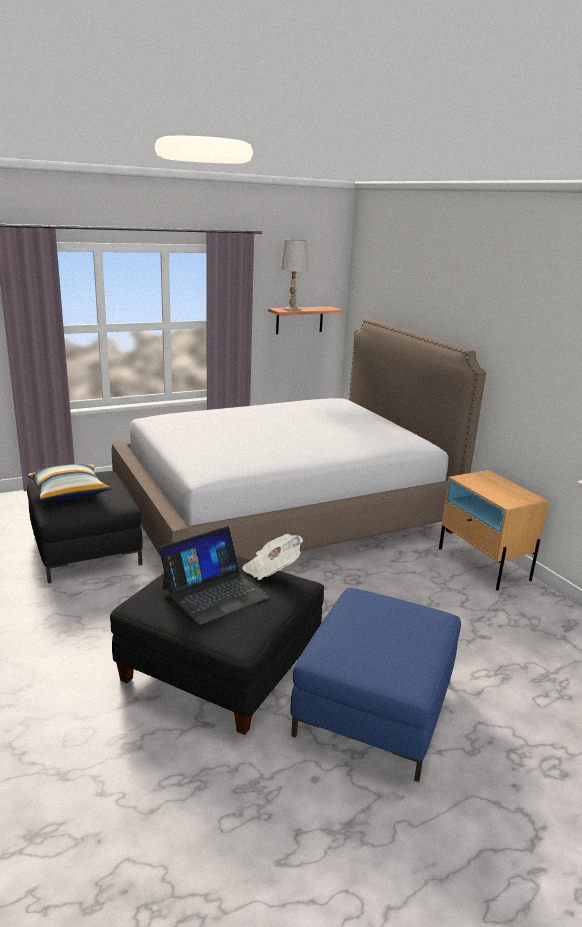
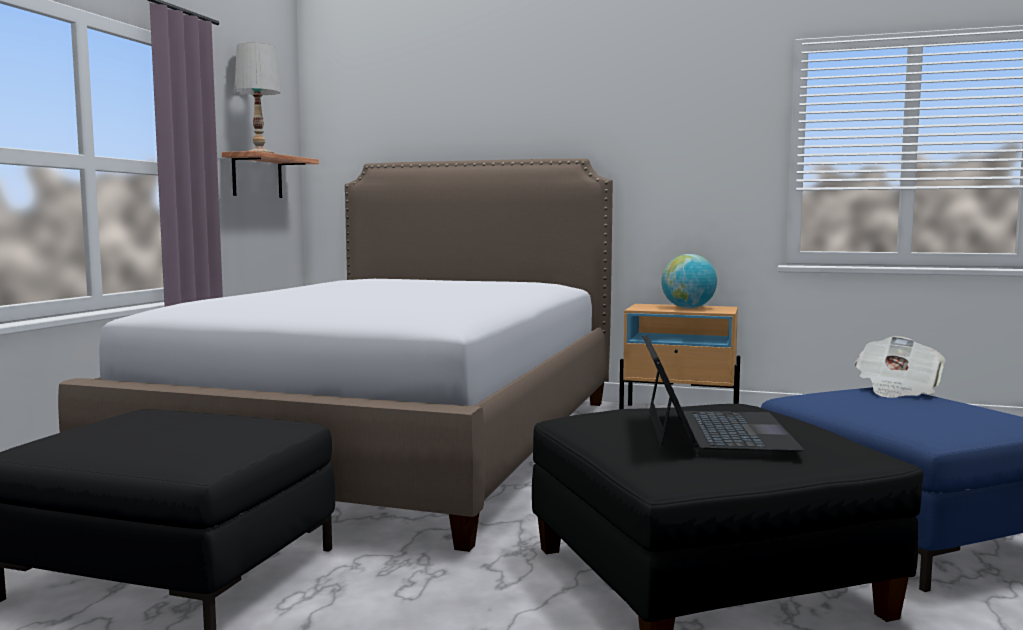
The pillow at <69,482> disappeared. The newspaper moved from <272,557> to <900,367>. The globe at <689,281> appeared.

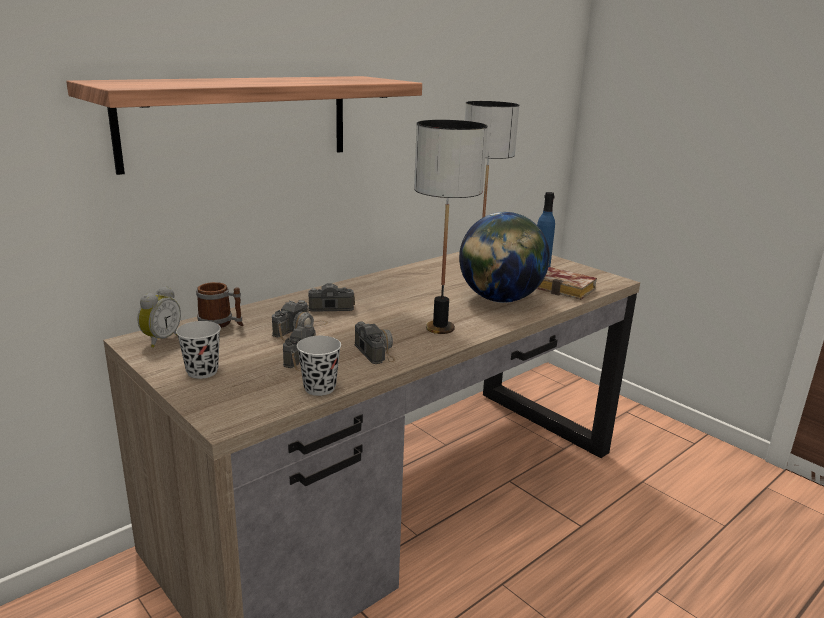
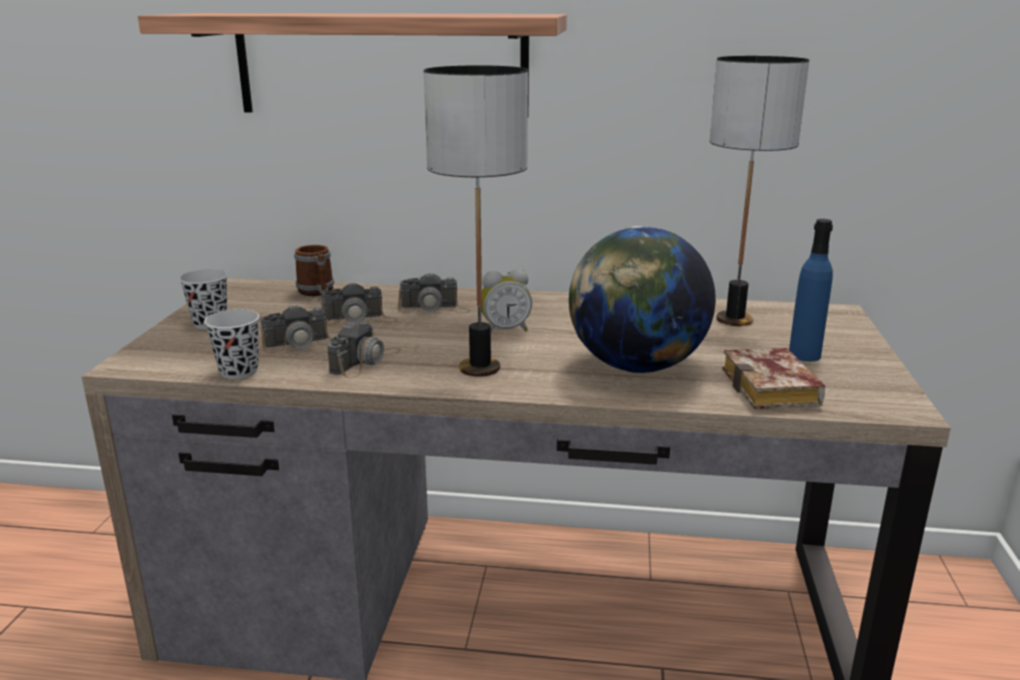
The alarm clock moved from <159,317> to <506,300>. The photo camera at <330,297> turned 135 degrees clockwise.

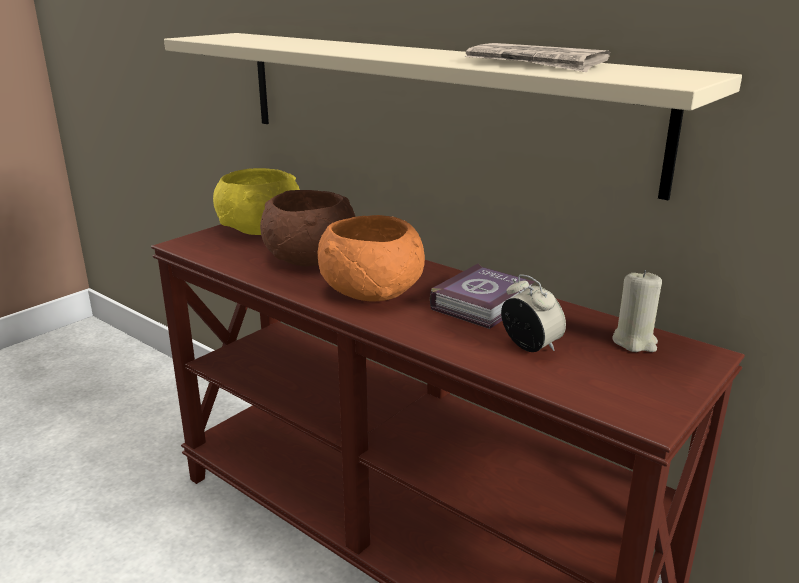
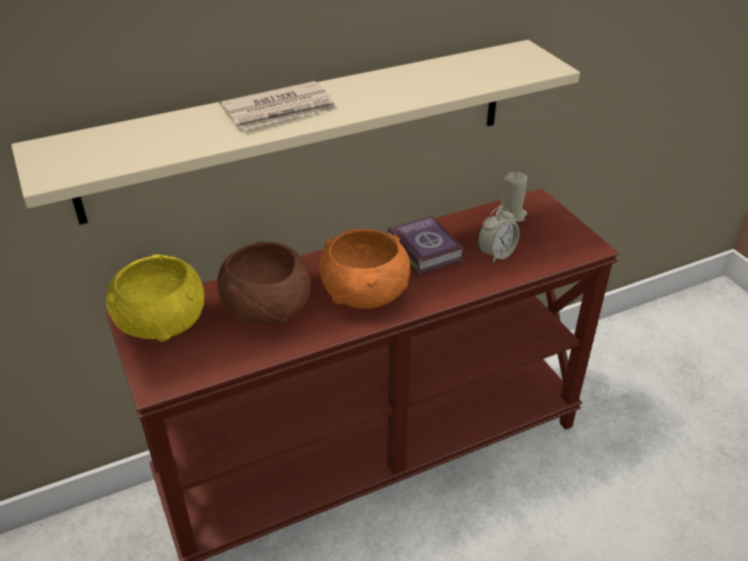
The newspaper moved from <537,57> to <278,105>. The alarm clock at <533,313> turned 150 degrees clockwise.

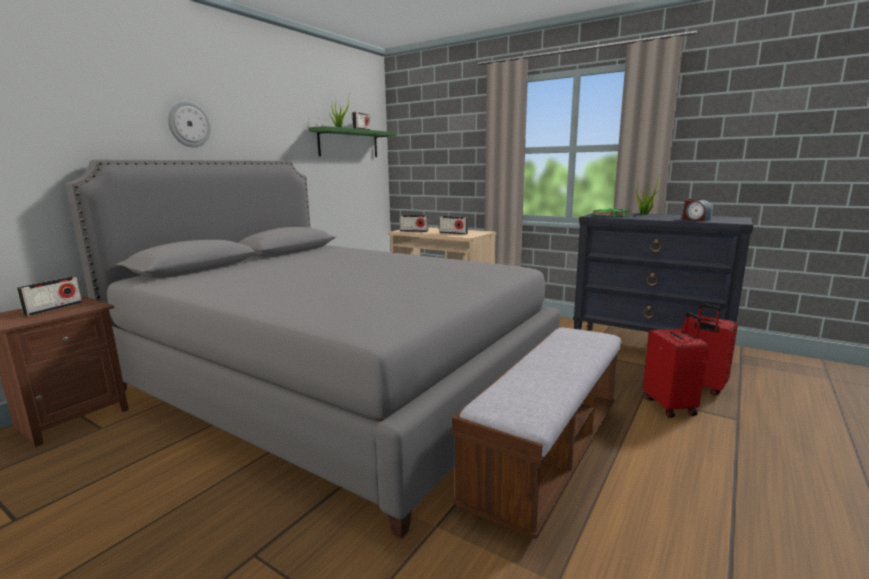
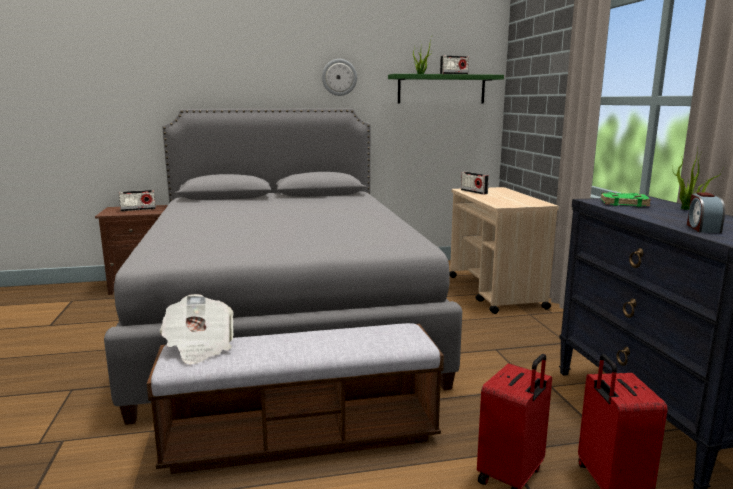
The wall clock moved from <189,124> to <339,77>. The radio at <453,225> disappeared. The newspaper at <197,329> appeared.

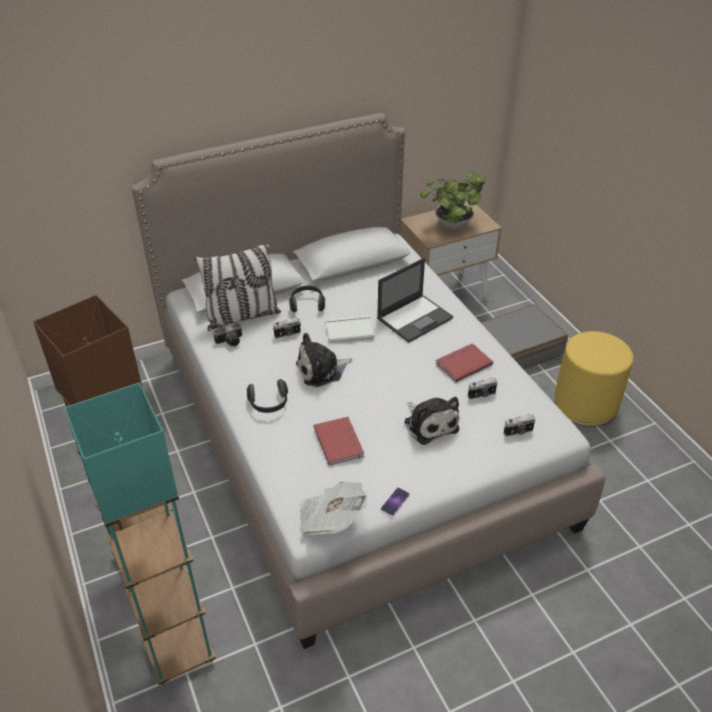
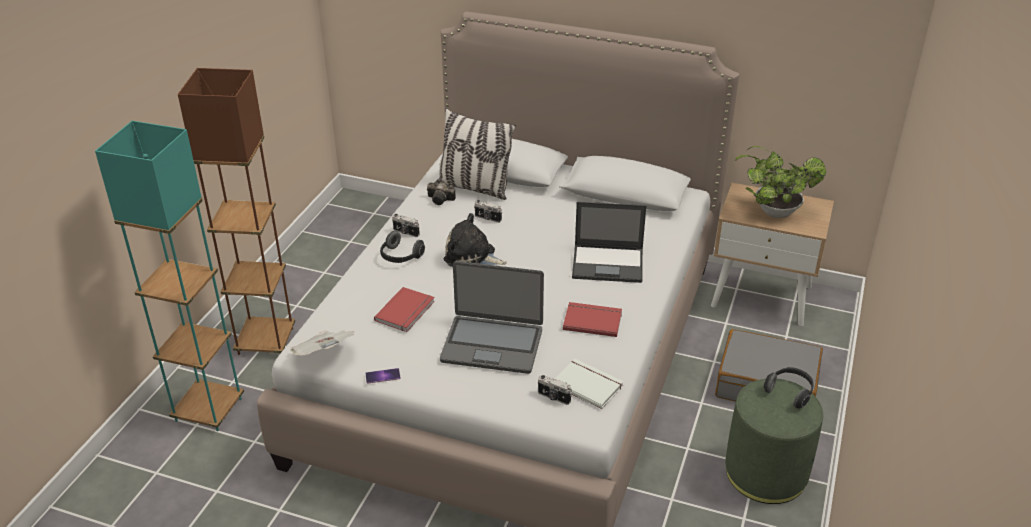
The headphones moved from <307,298> to <788,388>. The white book moved from <349,329> to <589,384>. The plush toy at <431,421> was replaced by the laptop at <492,317>. The photo camera moved from <483,388> to <406,225>. The yellow ottoman at <594,379> became the green ottoman at <774,441>.

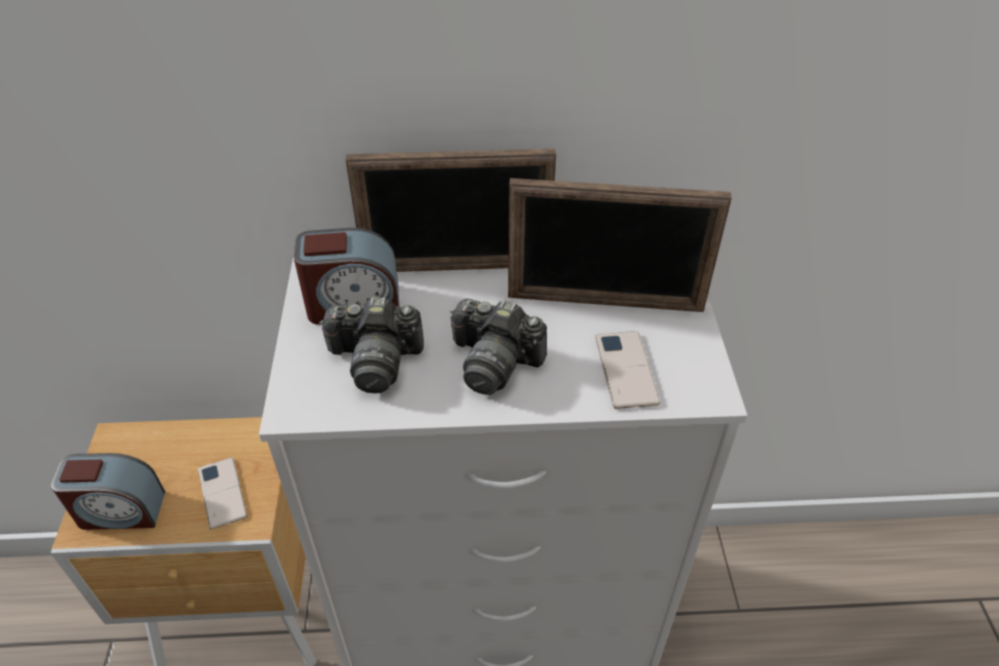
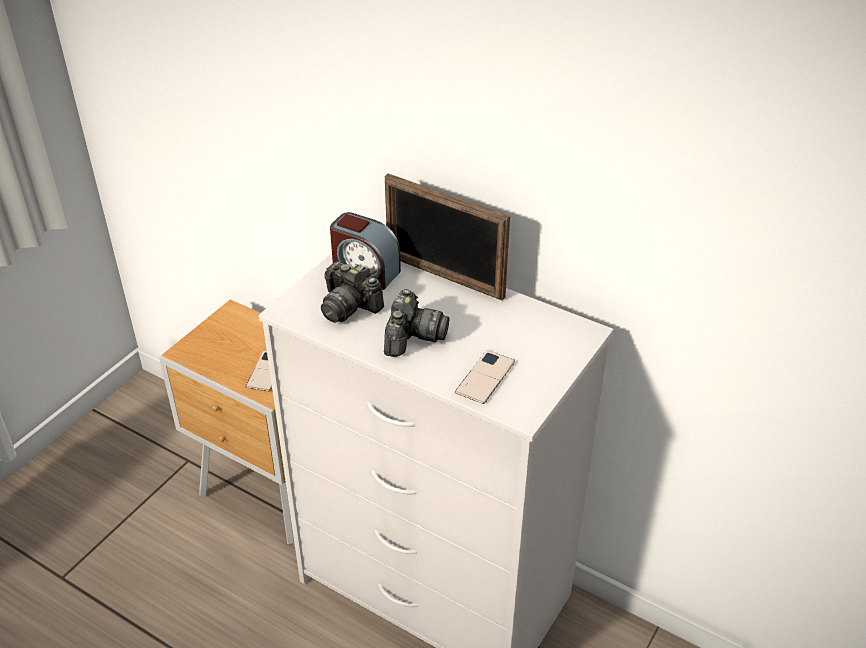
The alarm clock at <108,491> disappeared. The photo camera at <498,346> turned 135 degrees counterclockwise. The picture frame at <620,245> disappeared.

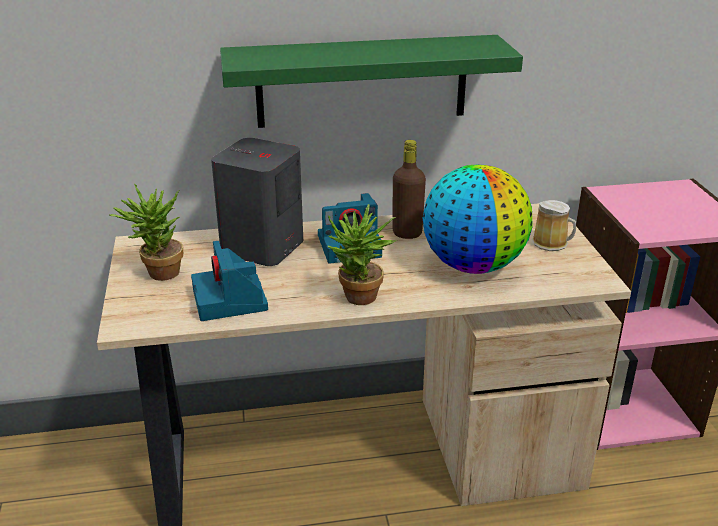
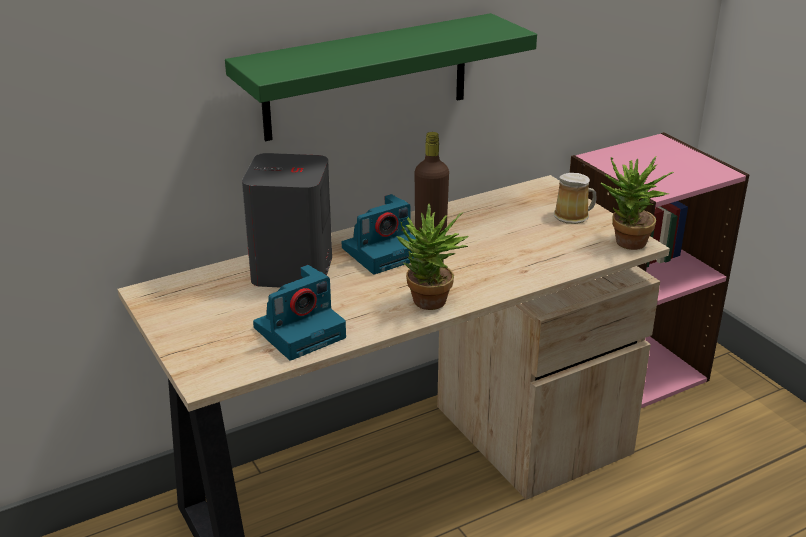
The potted plant moved from <146,232> to <637,203>. The photo camera at <229,281> turned 90 degrees counterclockwise. The globe at <477,219> disappeared.

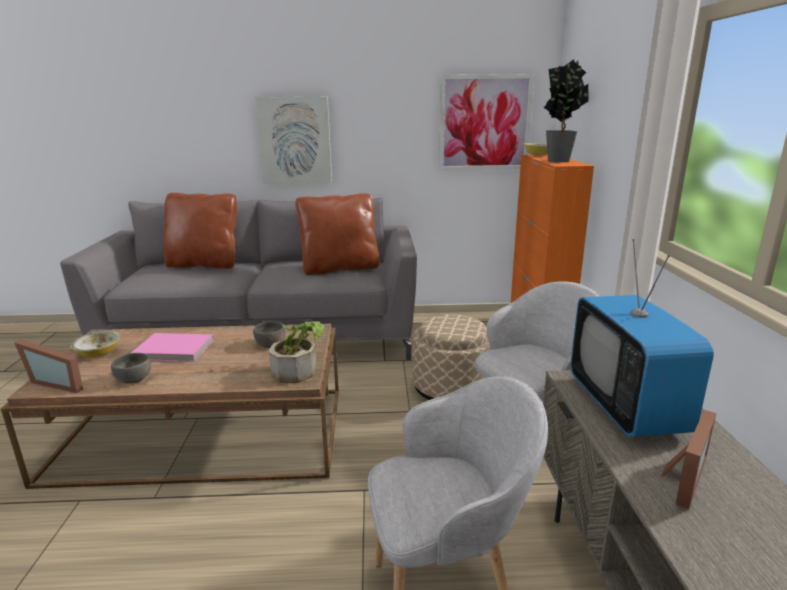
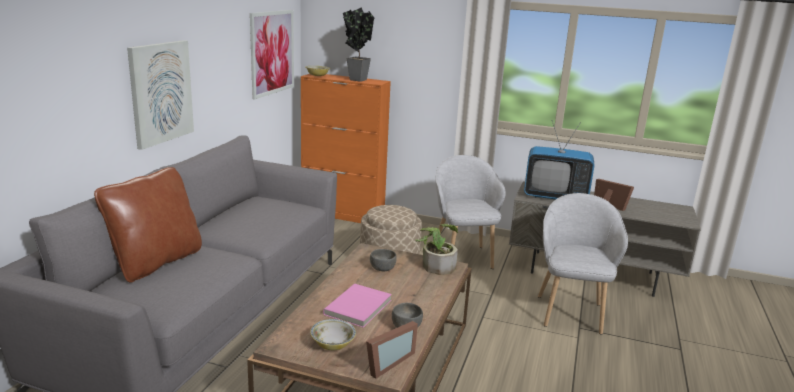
The brown pillow at <337,234> disappeared.

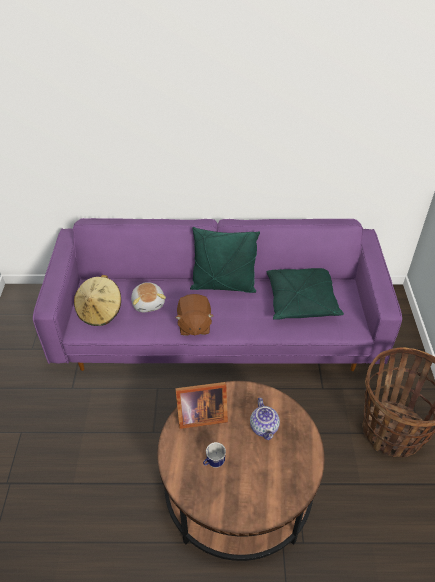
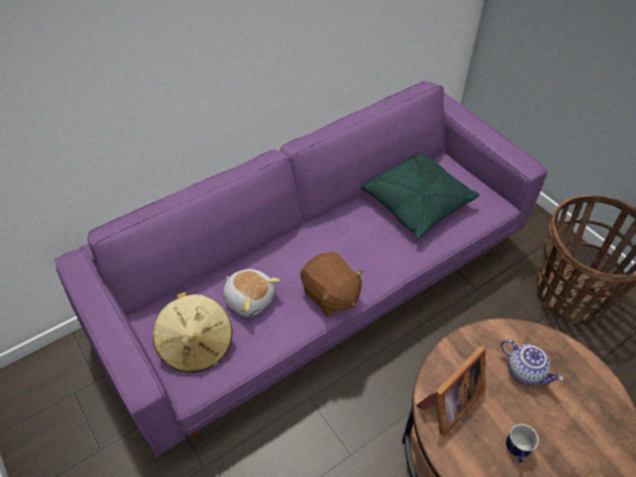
The green pillow at <225,260> disappeared.

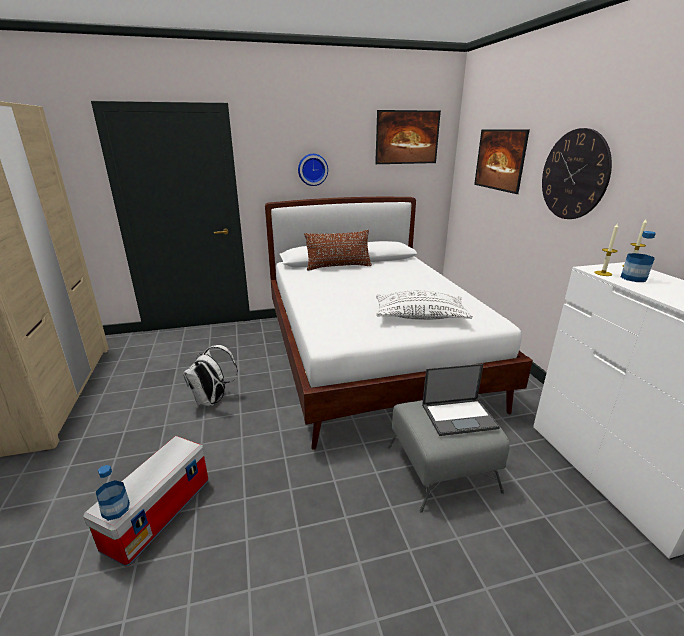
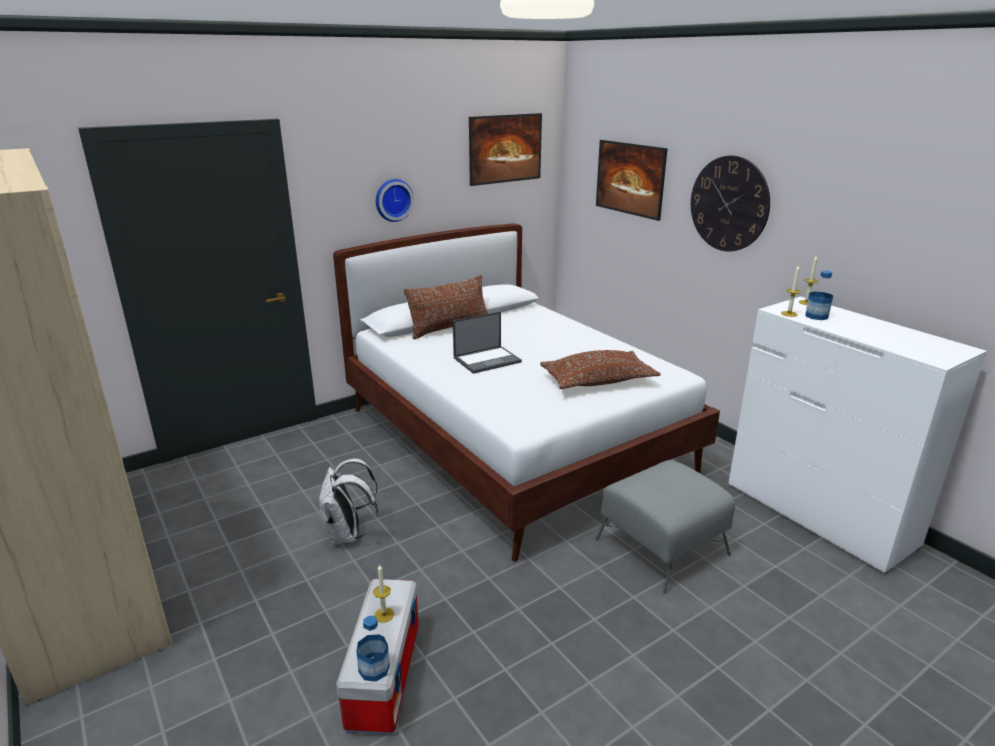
The white pillow at <424,305> became the brown pillow at <600,369>. The laptop moved from <461,400> to <487,342>. The candle at <383,593> appeared.

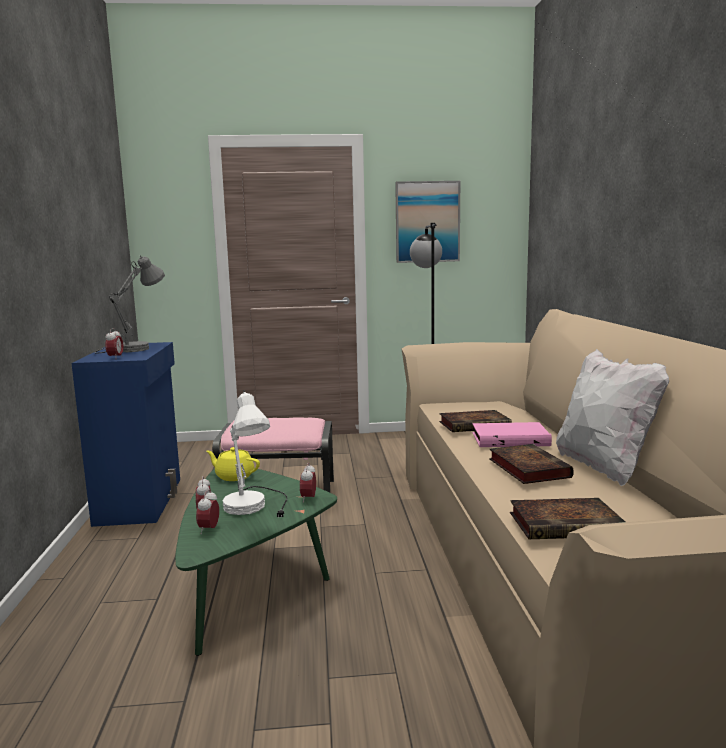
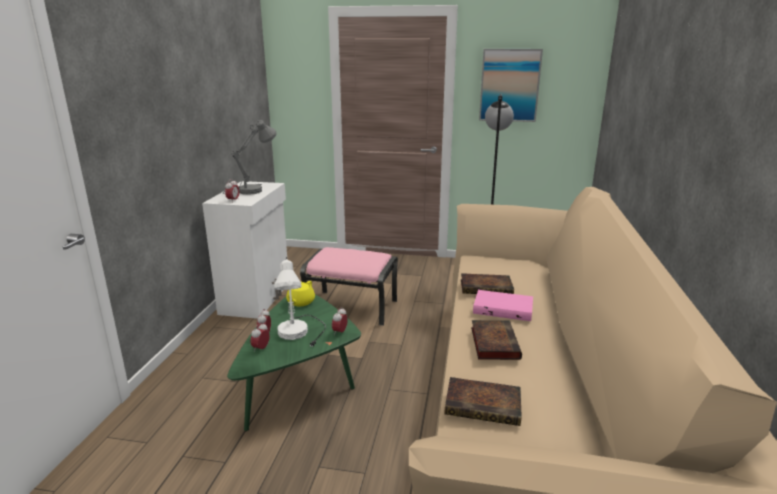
The blue cabinet at <125,434> became the white cabinet at <244,250>. The yellow teapot at <233,464> turned 105 degrees counterclockwise. The white pillow at <612,417> disappeared.

